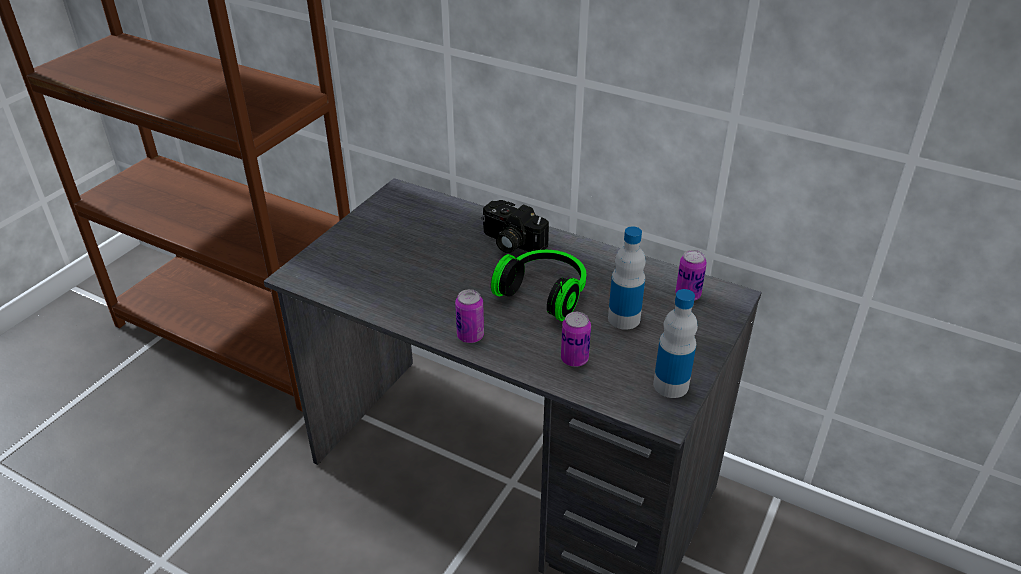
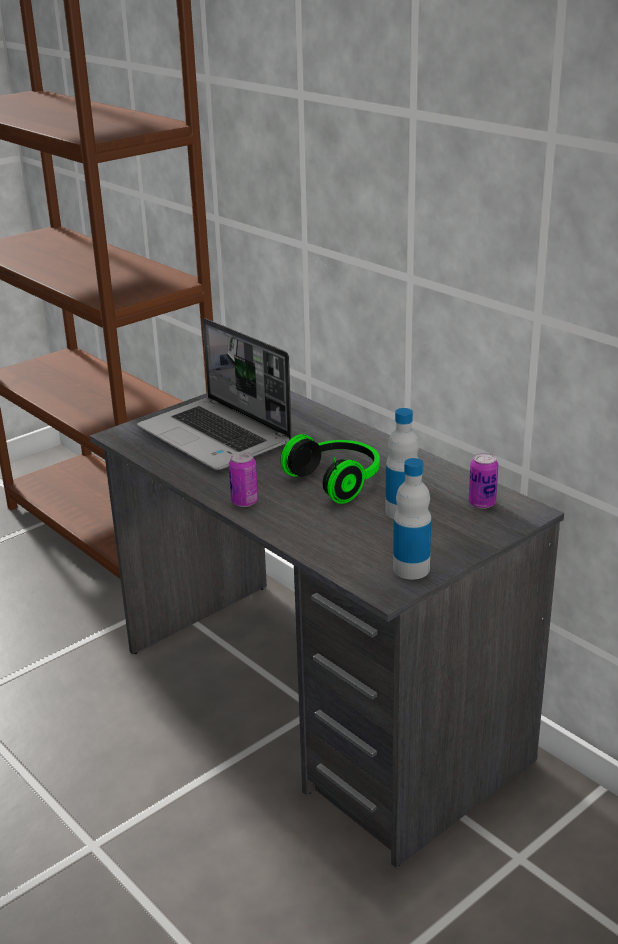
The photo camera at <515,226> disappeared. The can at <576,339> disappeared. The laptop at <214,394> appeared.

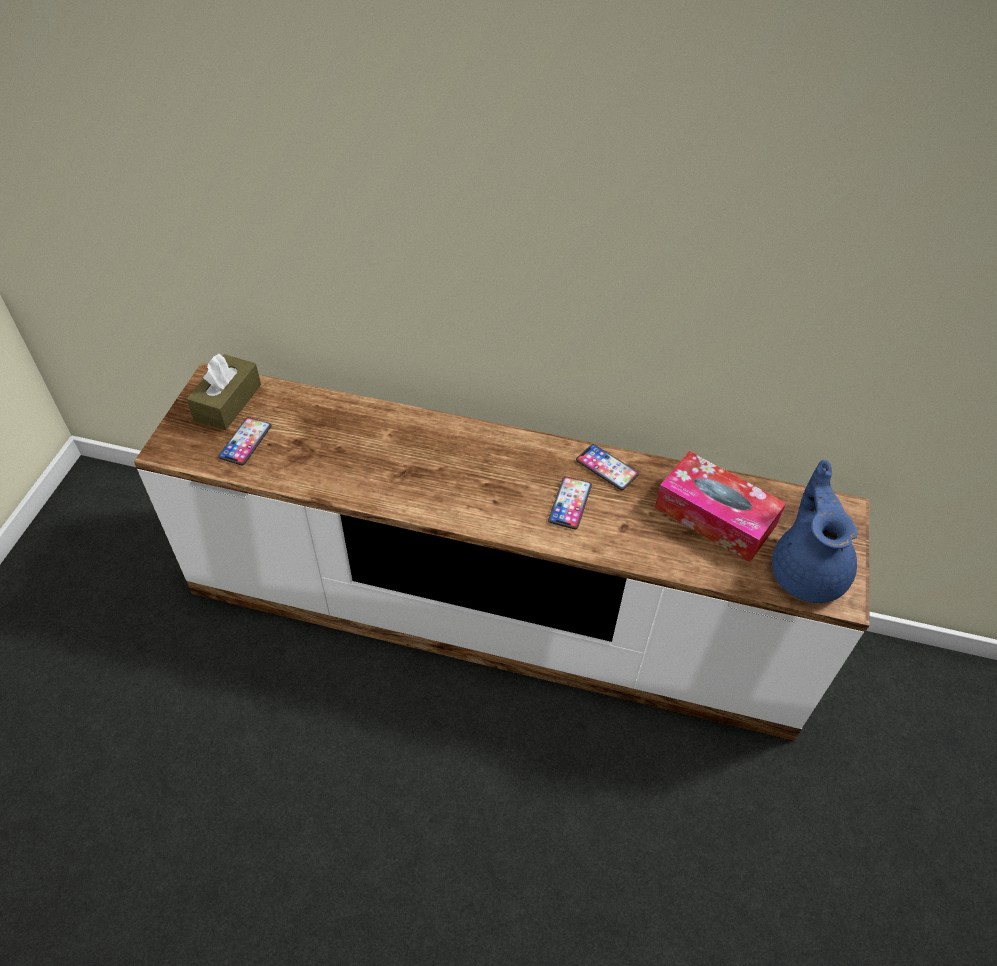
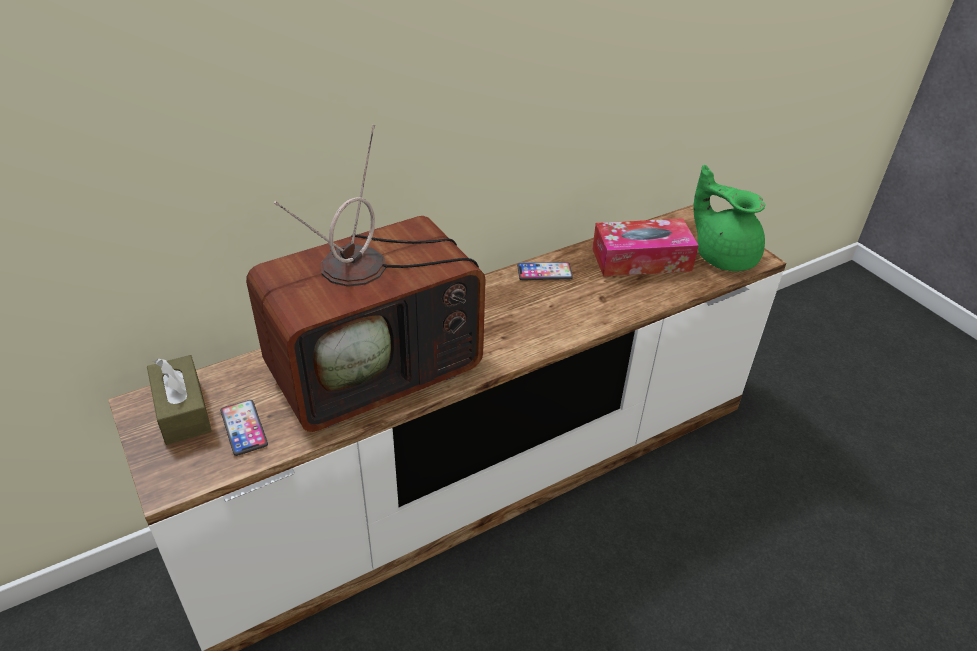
The phone at <570,503> disappeared. The blue teapot at <815,531> became the green teapot at <729,218>. The television at <366,278> appeared.

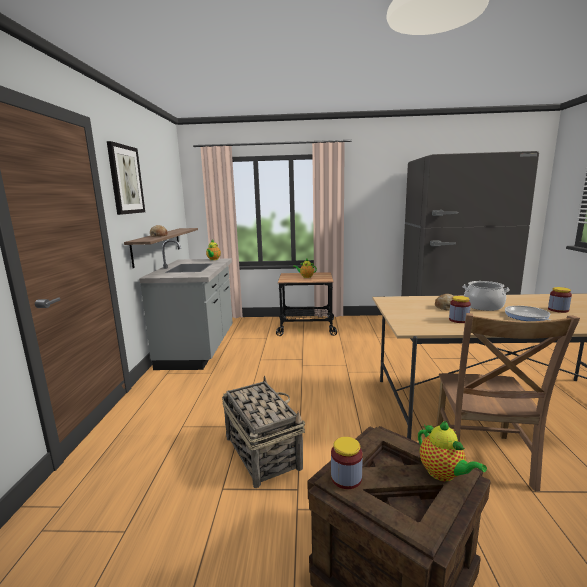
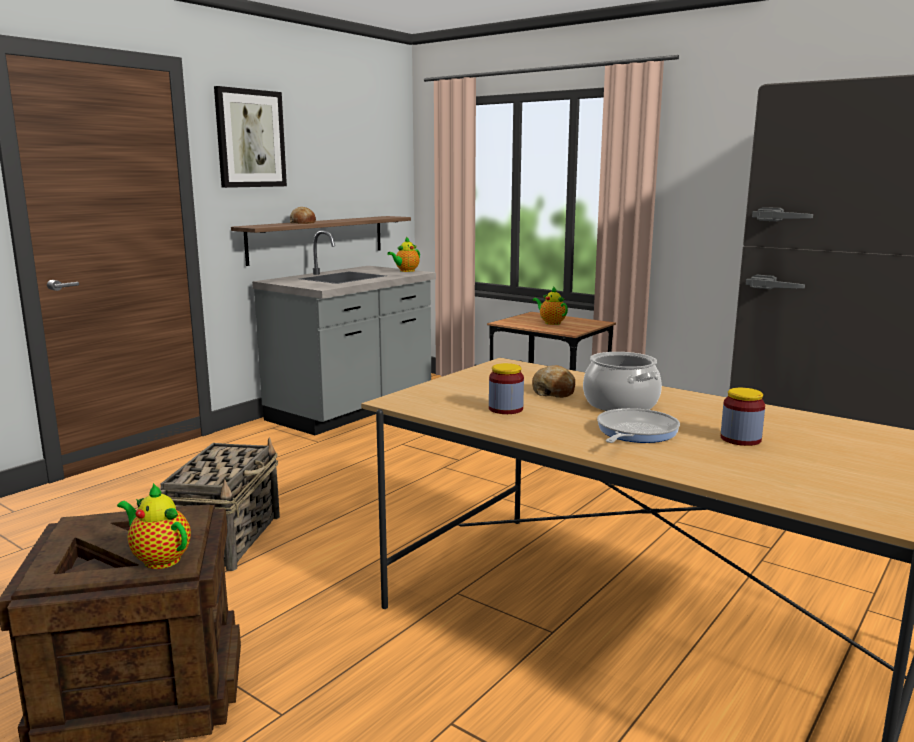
The jar at <347,463> disappeared. The teapot at <452,451> turned 120 degrees clockwise. The brown chair at <508,402> disappeared.

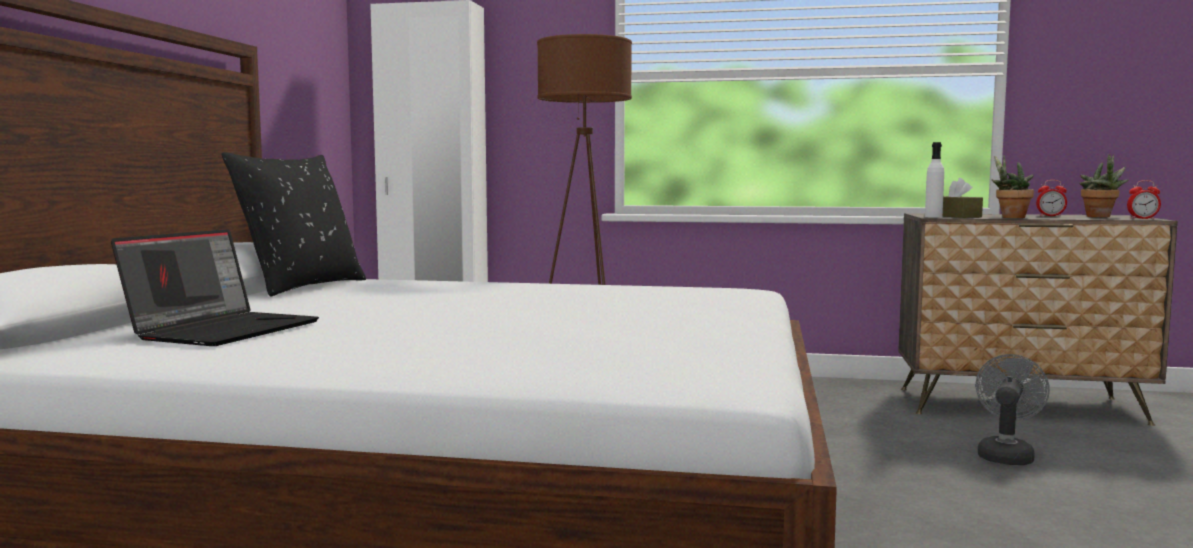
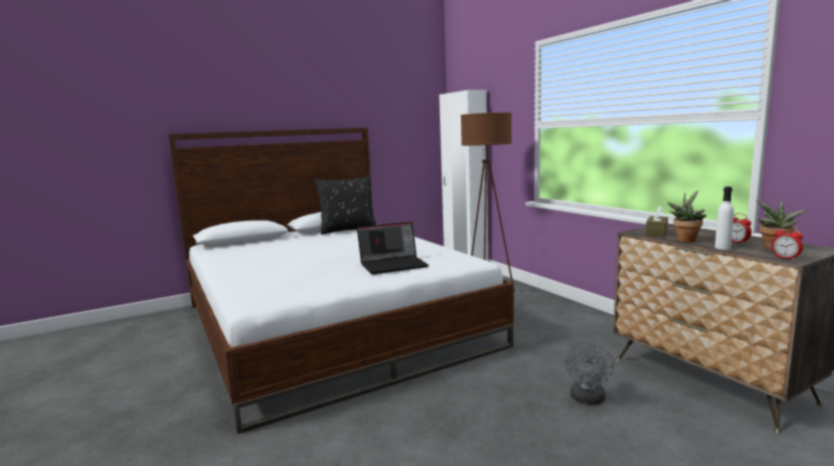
The laptop moved from <215,287> to <393,248>. The white bottle moved from <934,180> to <724,218>. The grey fan at <1013,409> turned 120 degrees clockwise.

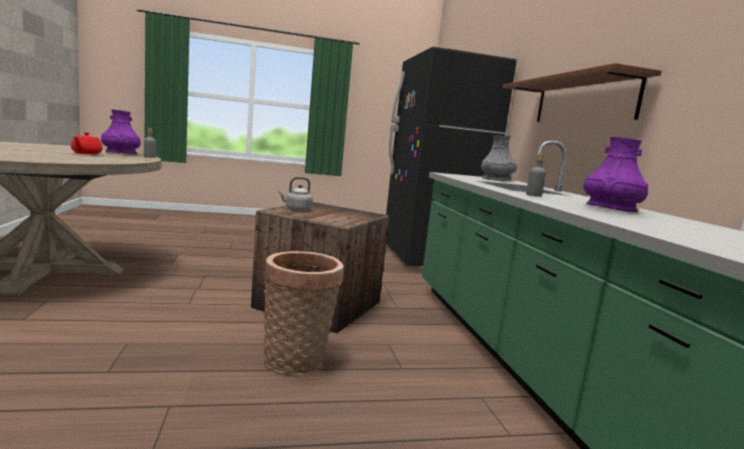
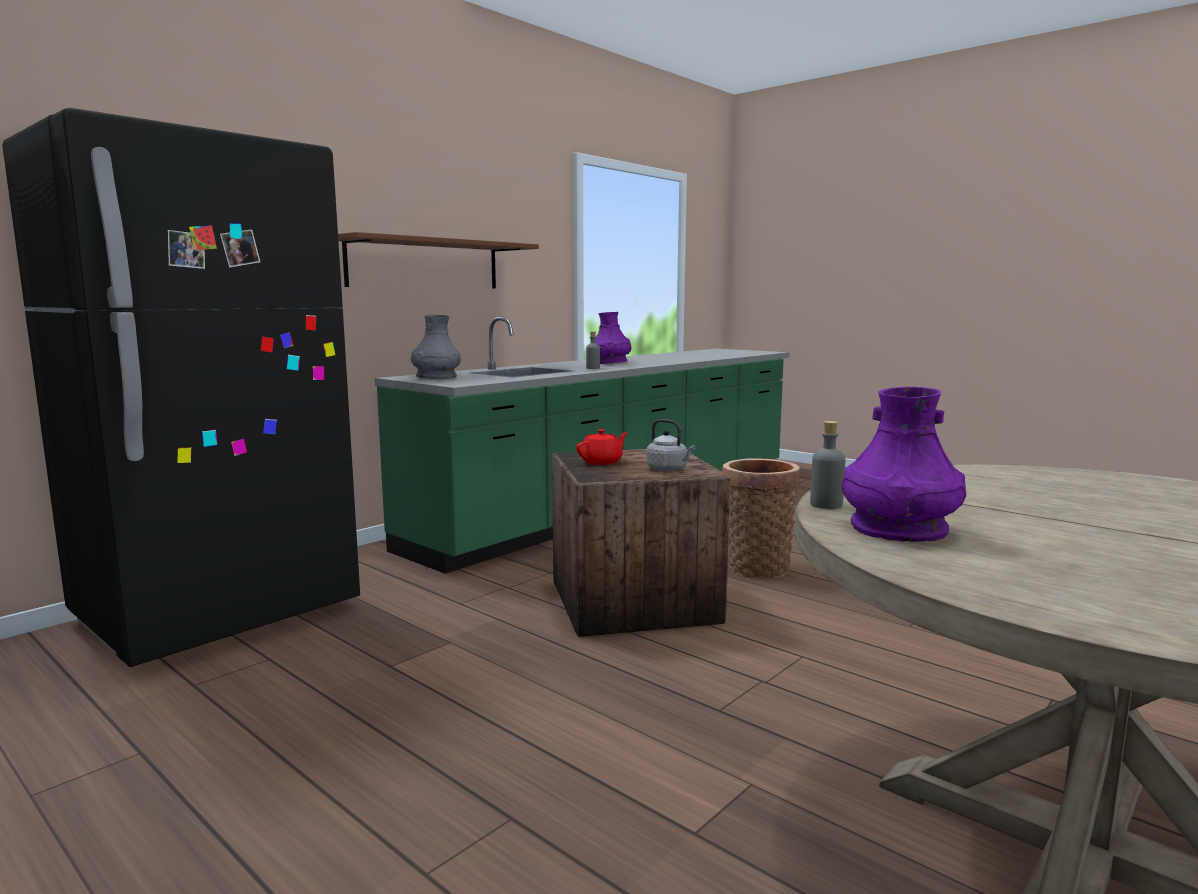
The red teapot moved from <86,143> to <602,447>.

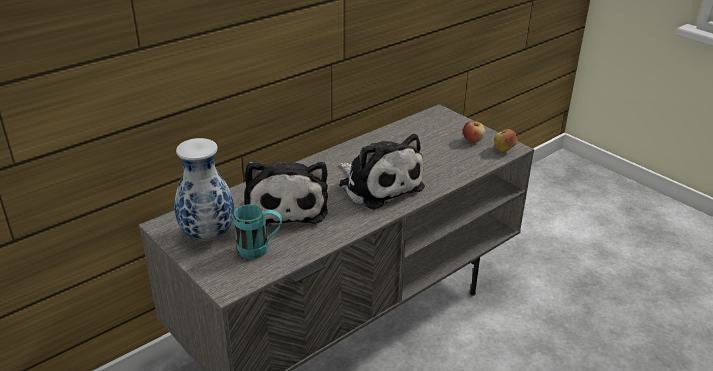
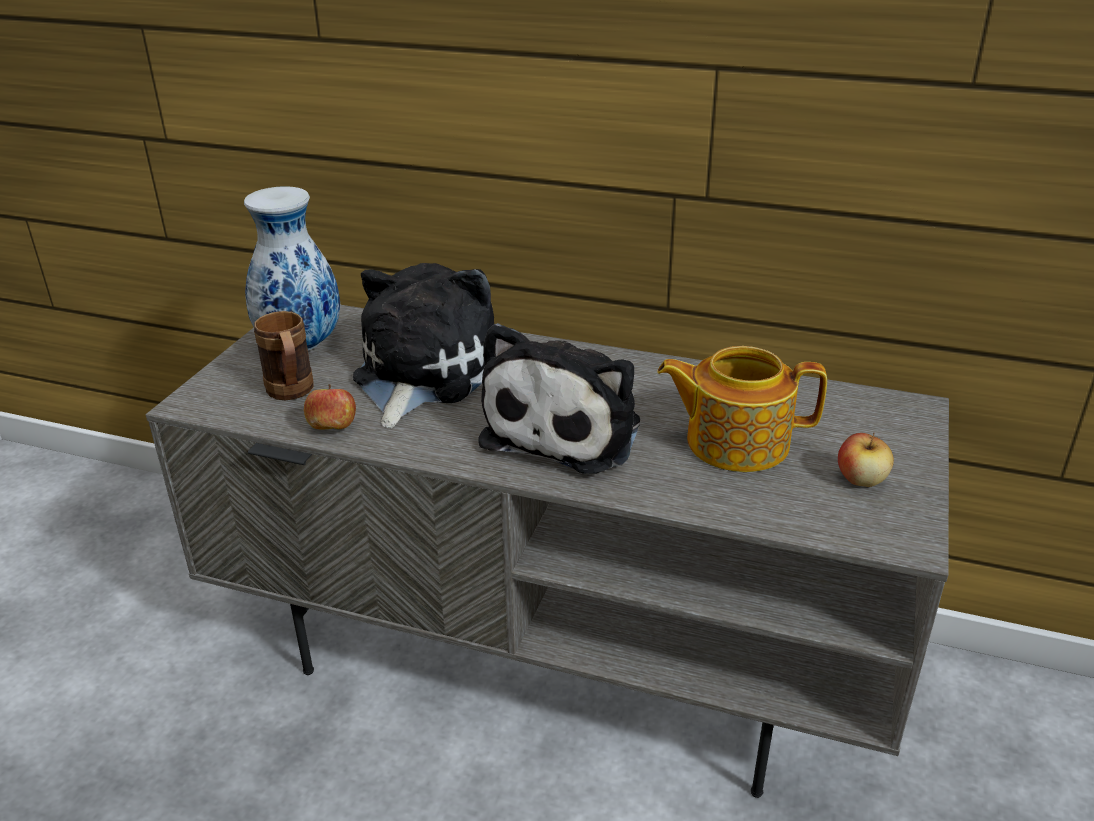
The turquoise mug at <258,231> became the brown mug at <283,355>. The plush toy at <286,194> turned 150 degrees clockwise. The apple moved from <505,140> to <330,406>. The teapot at <742,409> appeared.

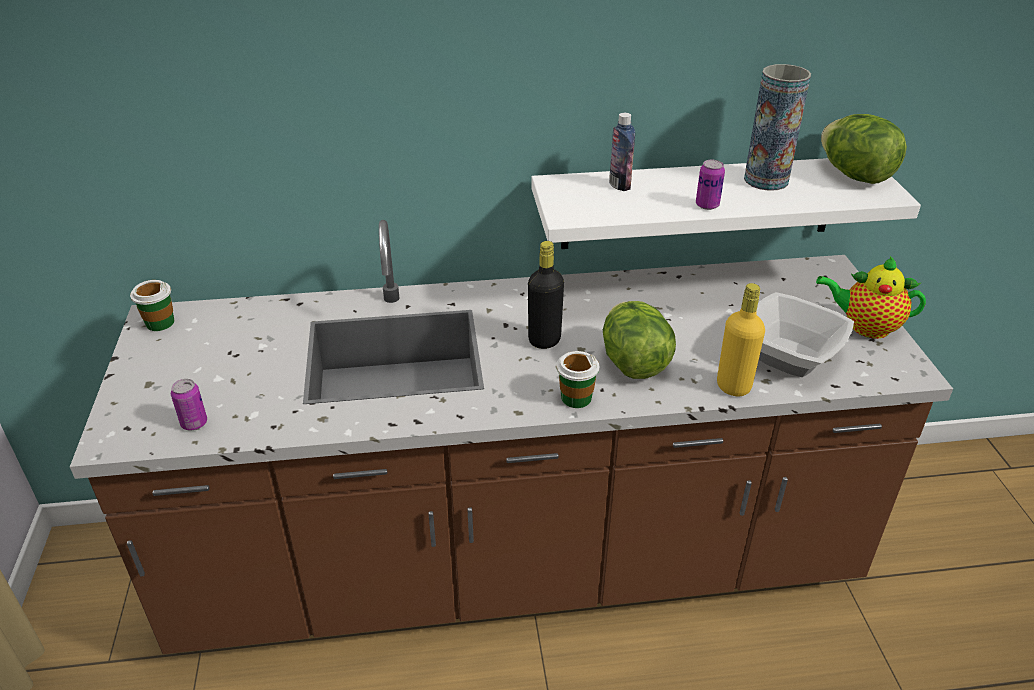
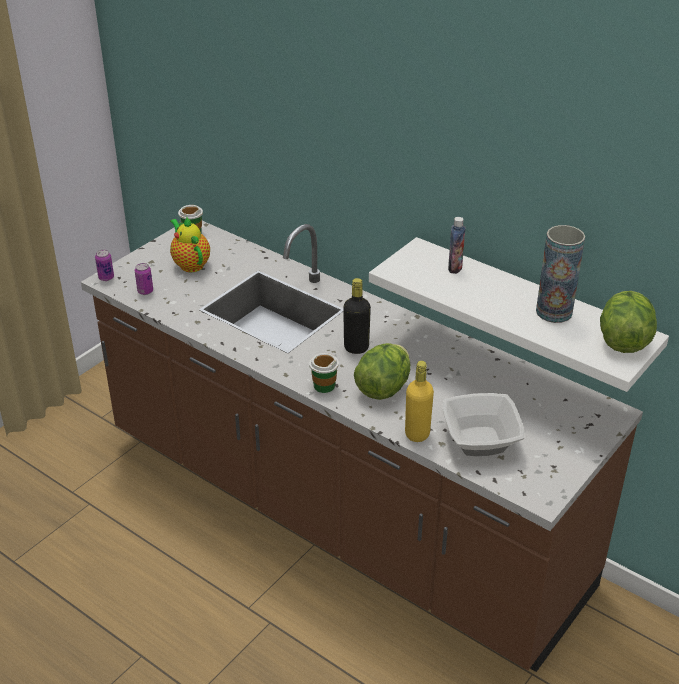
The can moved from <710,185> to <104,265>. The teapot moved from <871,297> to <190,244>.

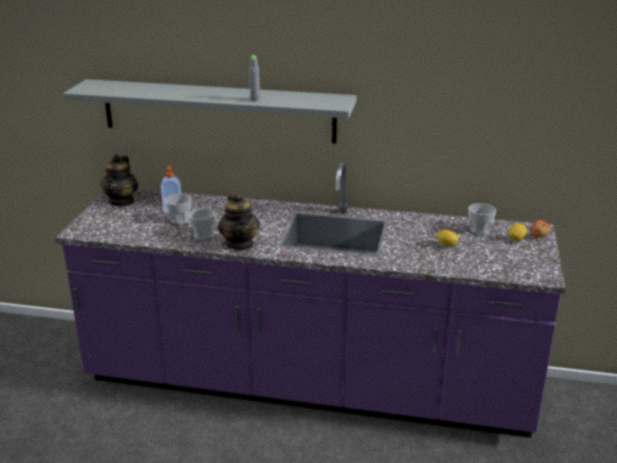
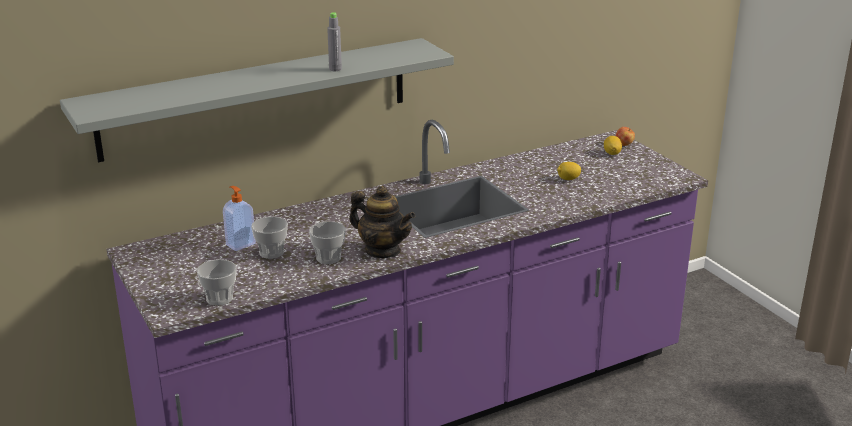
The teapot at <119,180> disappeared. The cup moved from <482,219> to <217,282>.

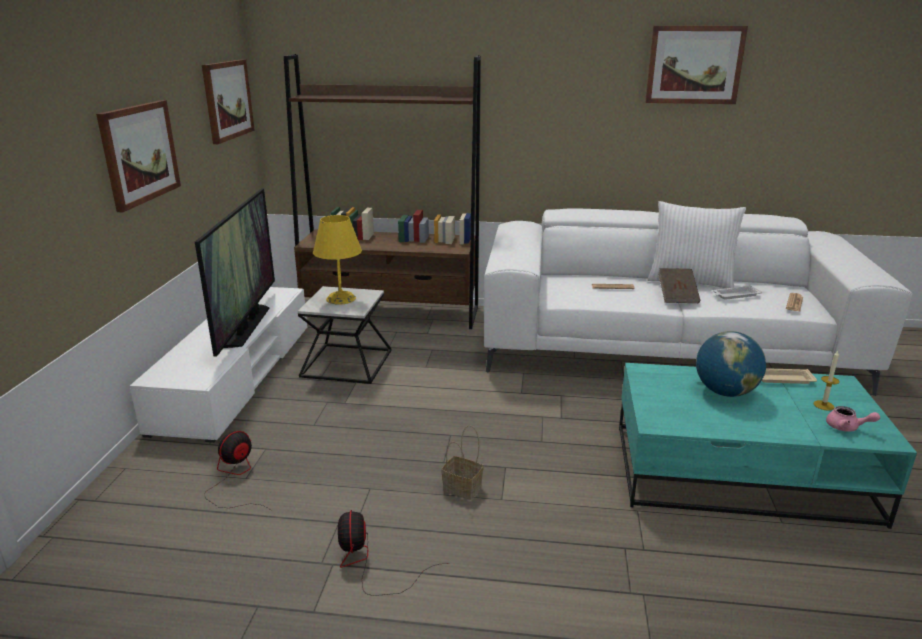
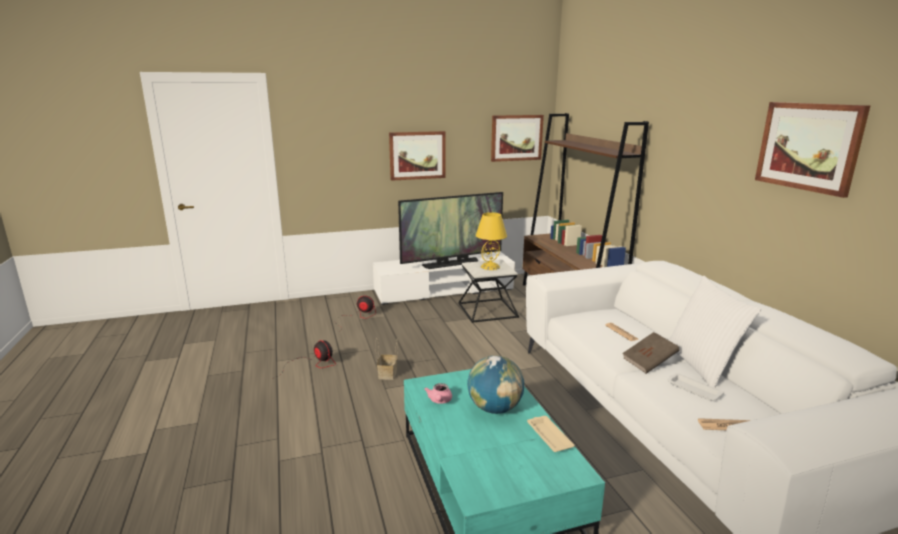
The fan at <393,553> turned 75 degrees clockwise. The candle at <826,381> disappeared. The pink teapot moved from <853,419> to <438,393>.

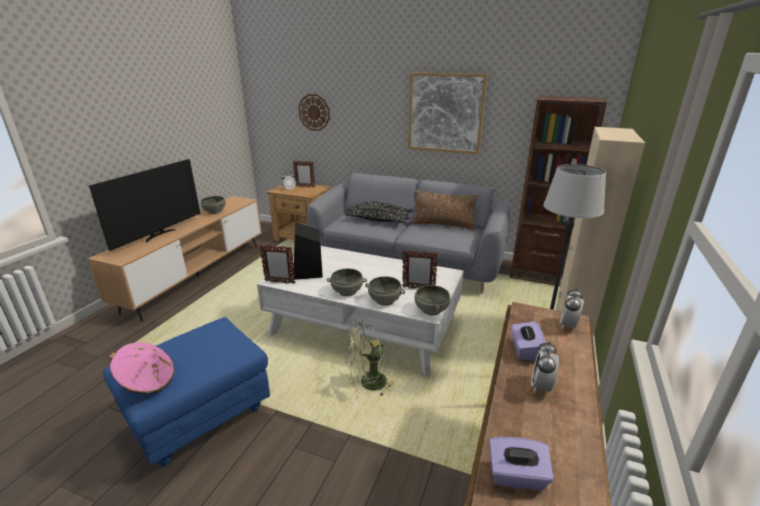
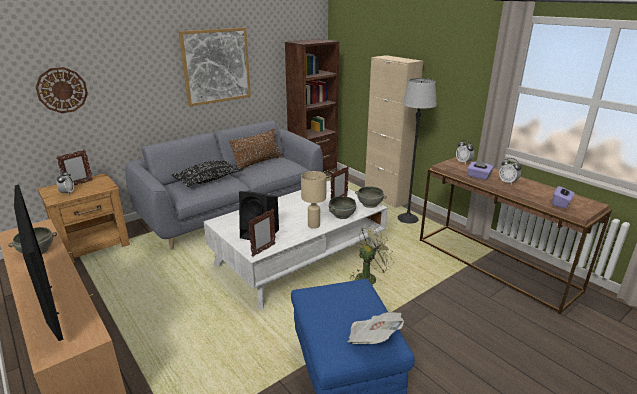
The pink hat at <142,368> was replaced by the newspaper at <375,328>. The grey bowl at <347,282> was replaced by the beige table lamp at <314,200>. The green fan at <368,358> turned 120 degrees counterclockwise.

